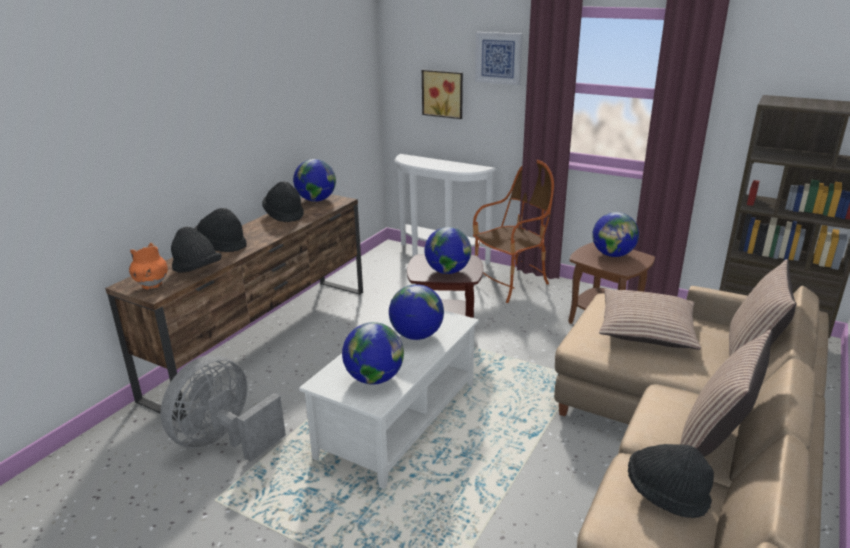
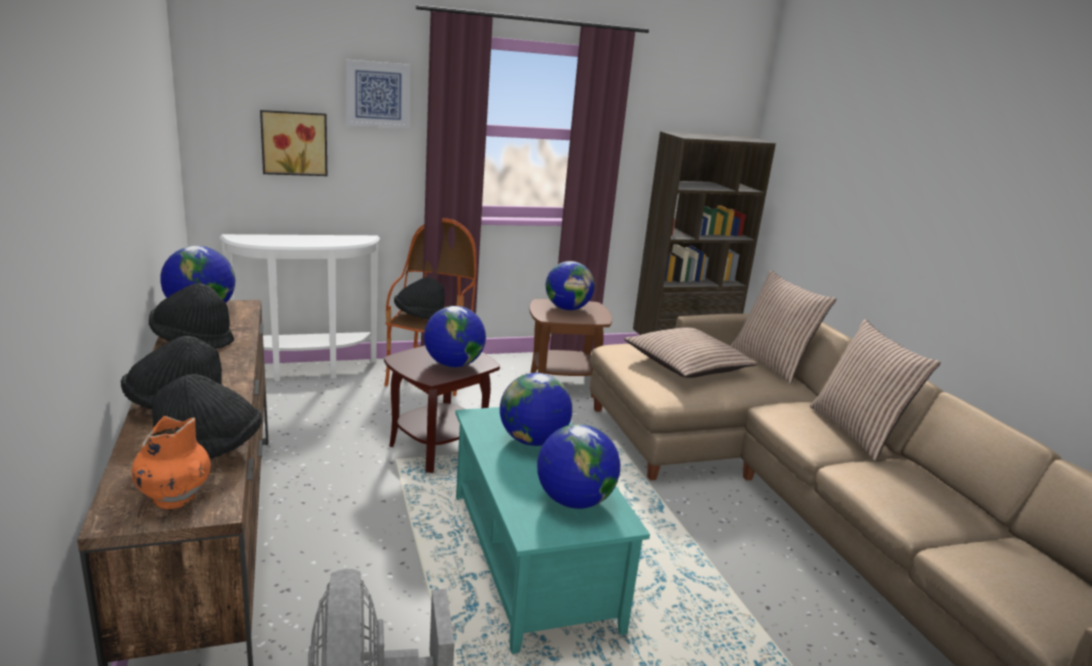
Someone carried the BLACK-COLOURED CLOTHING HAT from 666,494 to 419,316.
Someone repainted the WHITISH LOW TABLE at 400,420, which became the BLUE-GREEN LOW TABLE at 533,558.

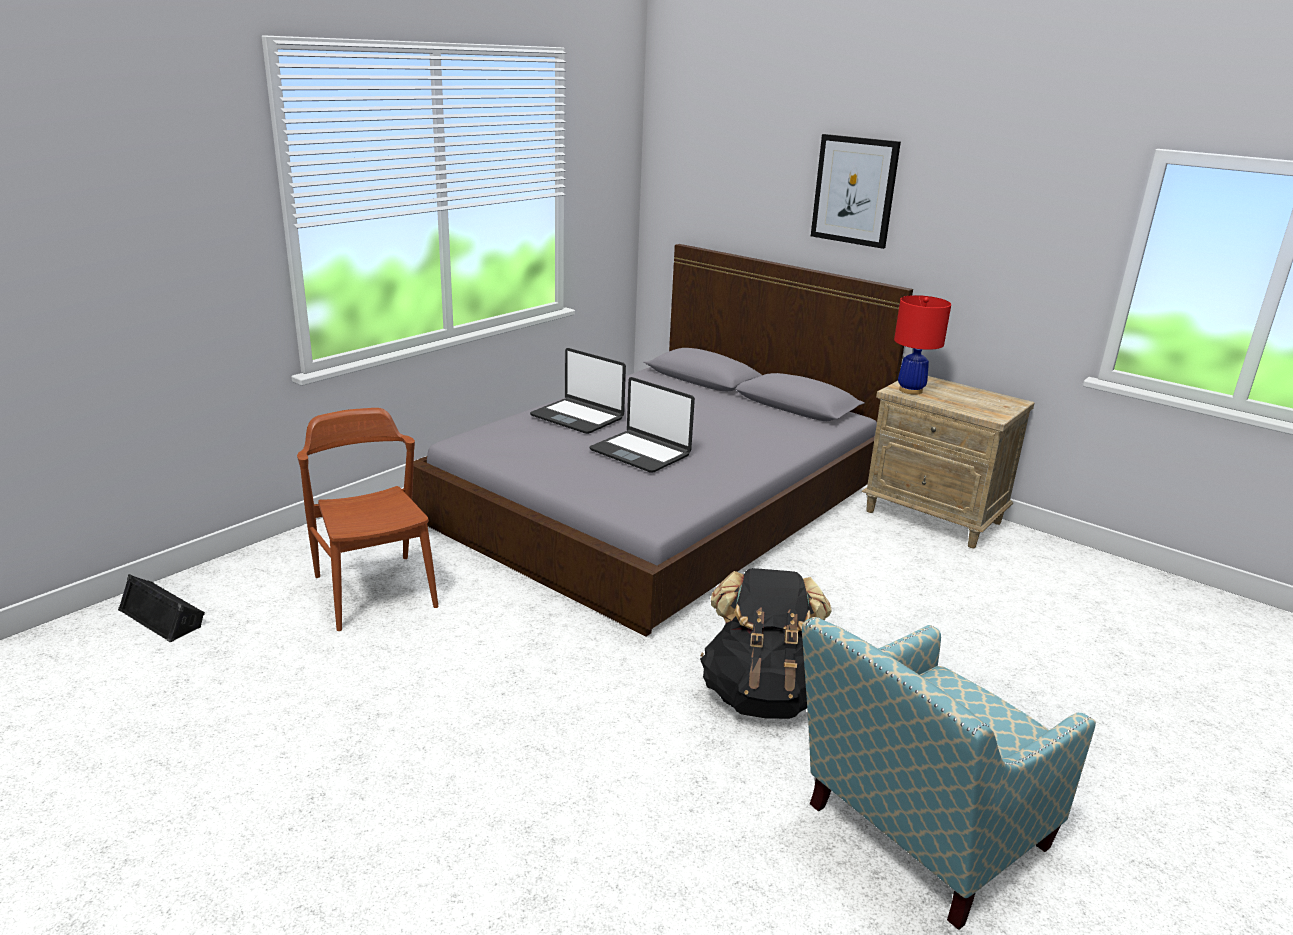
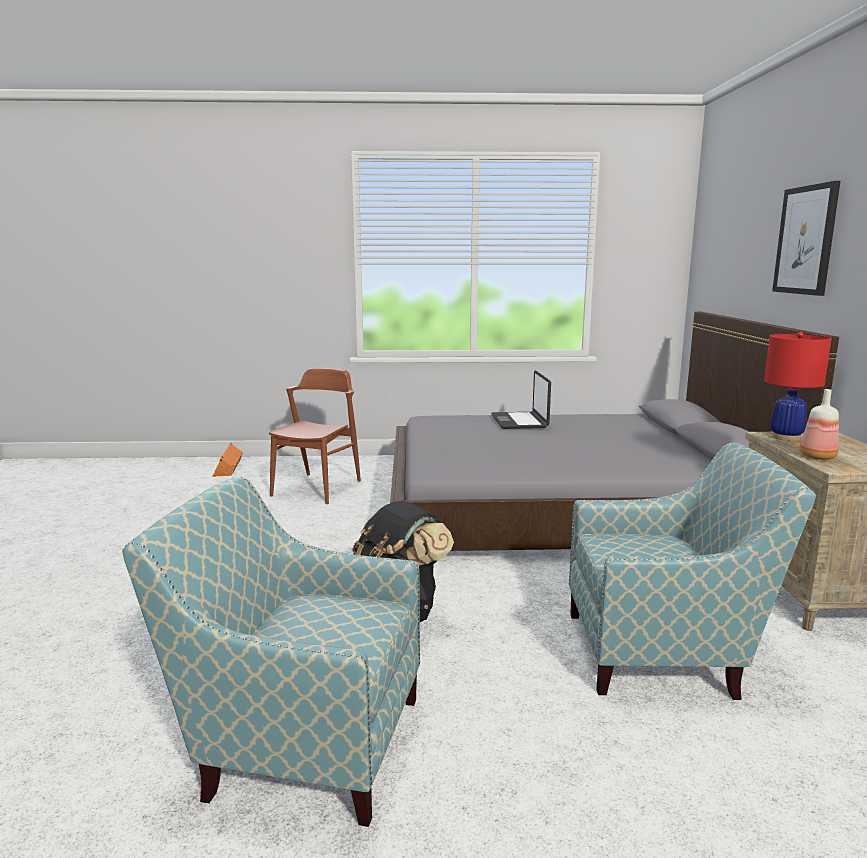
Someone took away the NOTEBOOK COMPUTER at 641,452.
Someone put down the ARMCHAIR at 665,652.
Someone put down the DRINK BOTTLE at 816,457.
Someone repainted the BLACK-COLOURED SPEAKER at 163,616, which became the ORANGEY SPEAKER at 229,468.

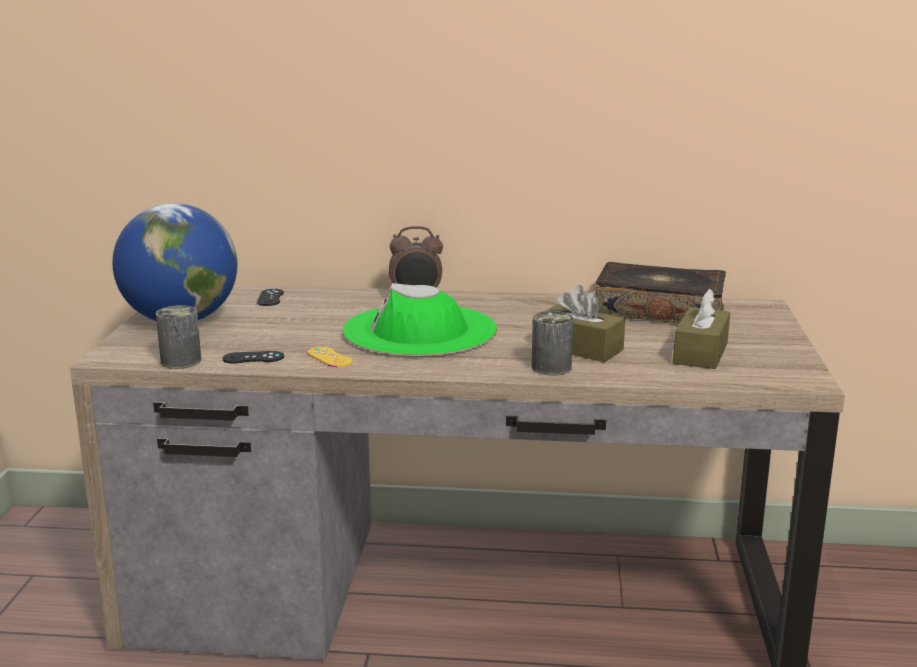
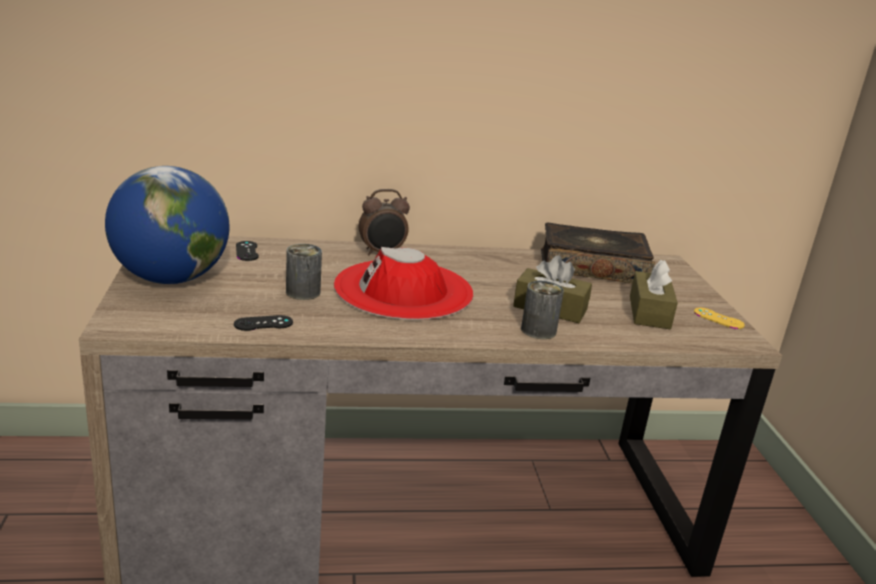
Someone carried the CAN from 181,361 to 303,292.
Someone carried the YELLOWISH GAME CONTROLLER from 330,357 to 718,318.
Someone repainted the GREENISH CLOTHING HAT at 420,331, which became the RED CLOTHING HAT at 404,290.

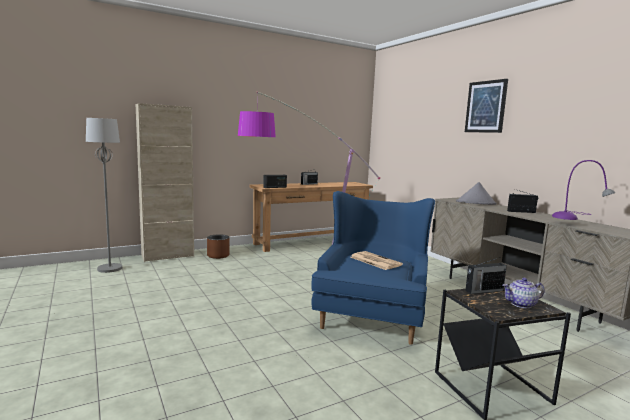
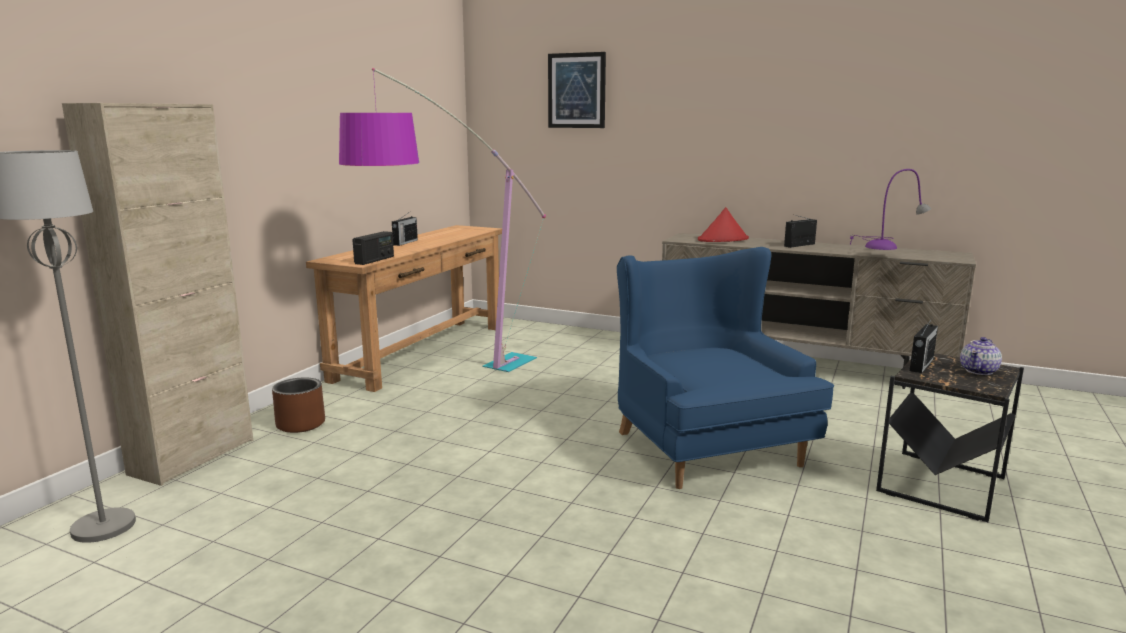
Someone took away the DAILY PAPER at 374,261.
Someone carried the WALL PICTURE from 486,107 to 577,90.
Someone repainted the GREYISH CLOTHING HAT at 476,203, which became the RED CLOTHING HAT at 723,240.

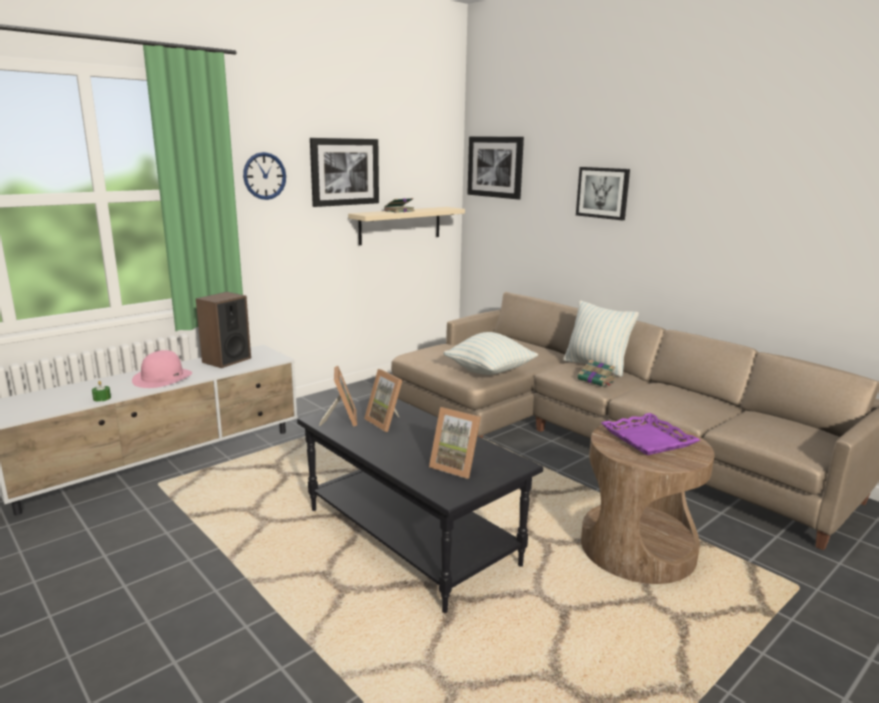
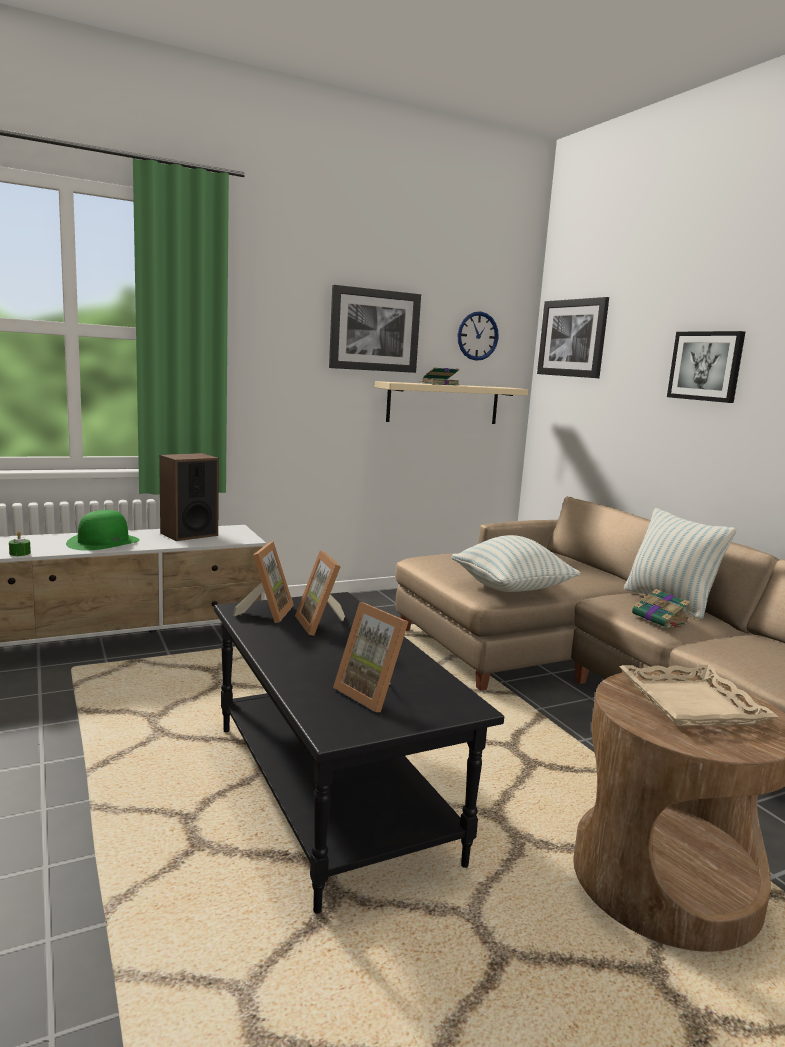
Someone carried the CLOCK ON THE WALL from 264,176 to 477,336.
Someone repainted the PINKISH CLOTHING HAT at 162,377, which became the GREENISH CLOTHING HAT at 103,542.
Someone repainted the PURPLE-COLOURED CARRYING TRAY at 648,439, which became the BEIGE CARRYING TRAY at 692,704.

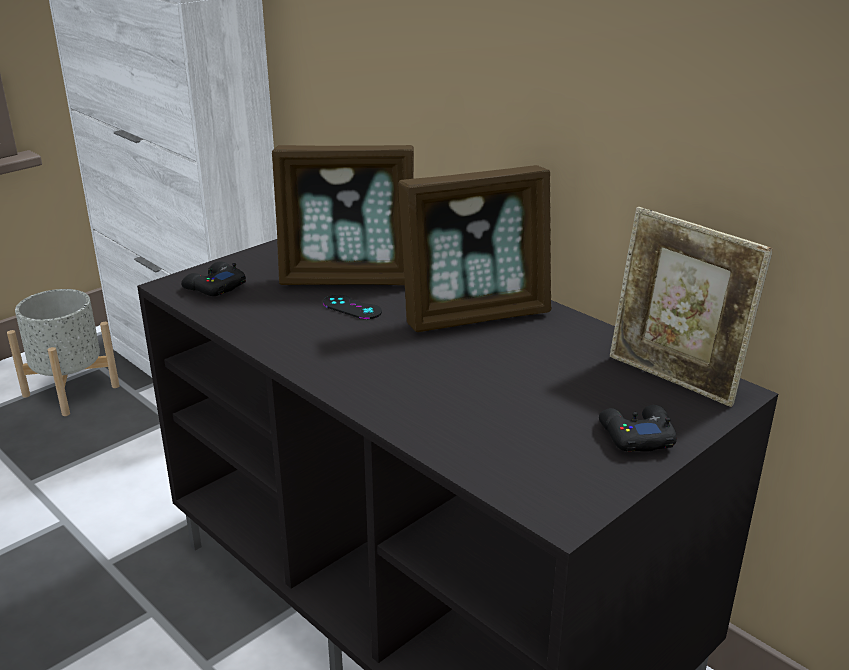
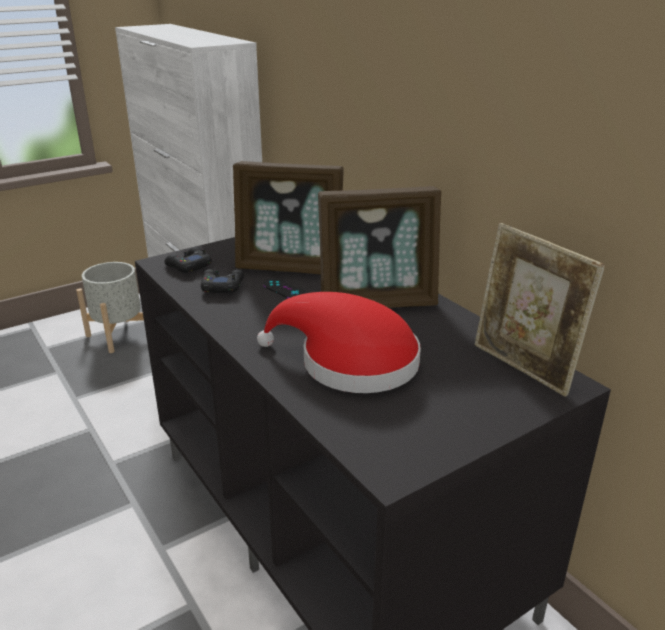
Someone put down the RED CLOTHING HAT at 349,362.
Someone carried the BLACK-COLOURED GAME CONTROLLER from 635,435 to 222,286.

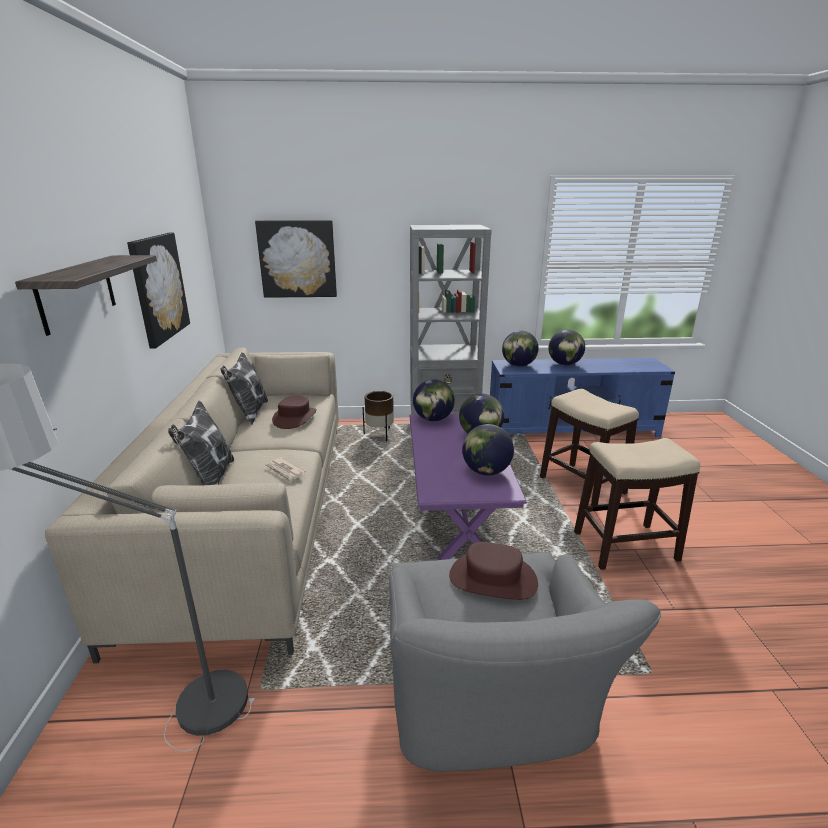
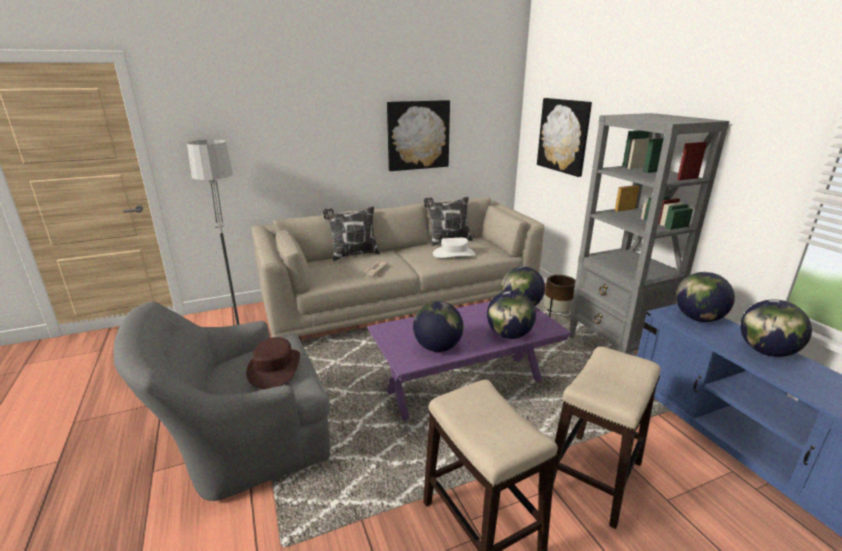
Someone took away the WALL SHELF at 77,293.
Someone repainted the BROWN CLOTHING HAT at 294,418, which became the WHITISH CLOTHING HAT at 454,254.

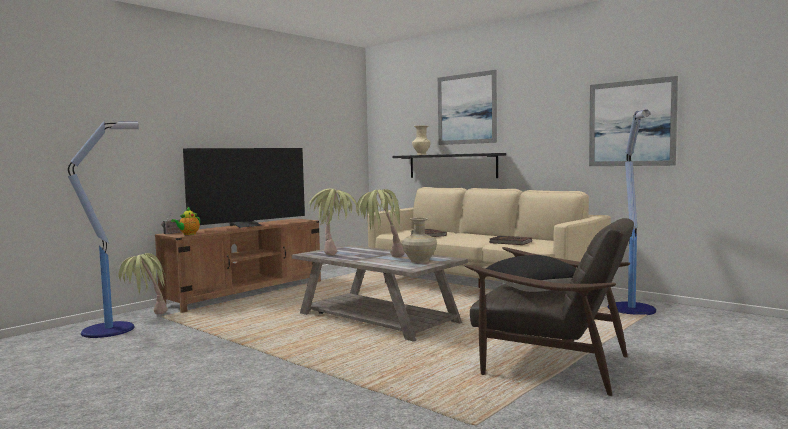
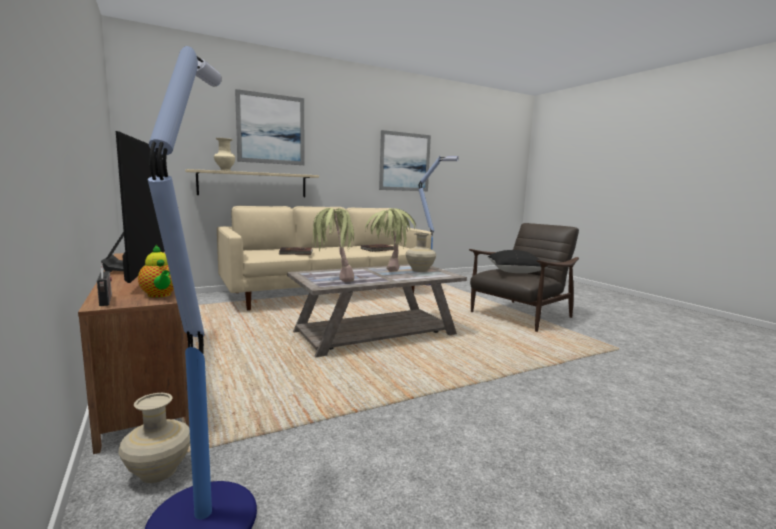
Someone swapped the PLANT IN A POT at 145,317 for the BEIGE FLOWER VASE at 158,471.
Someone repainted the BLACK-COLOURED WALL SHELF at 452,166, which became the BEIGE WALL SHELF at 253,184.

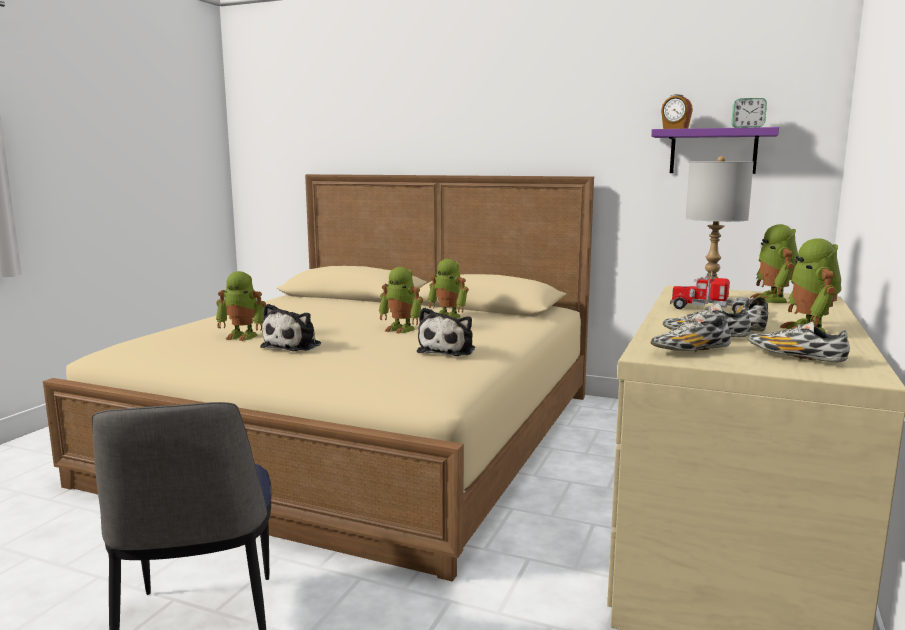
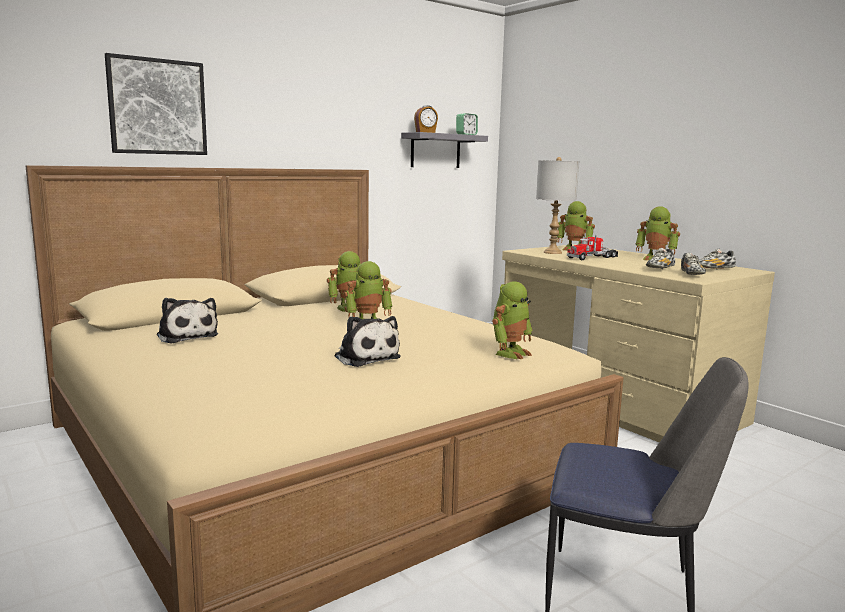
Someone took away the LOW SHOE at 751,326.
Someone put up the WALL PICTURE at 157,107.
Someone carried the MODEL ROBOT from 243,336 to 510,353.
Someone carried the CUDDLY TOY from 448,350 to 186,336.
Someone repainted the PURPLE-COLOURED WALL SHELF at 713,151, which became the GREYISH WALL SHELF at 435,151.

